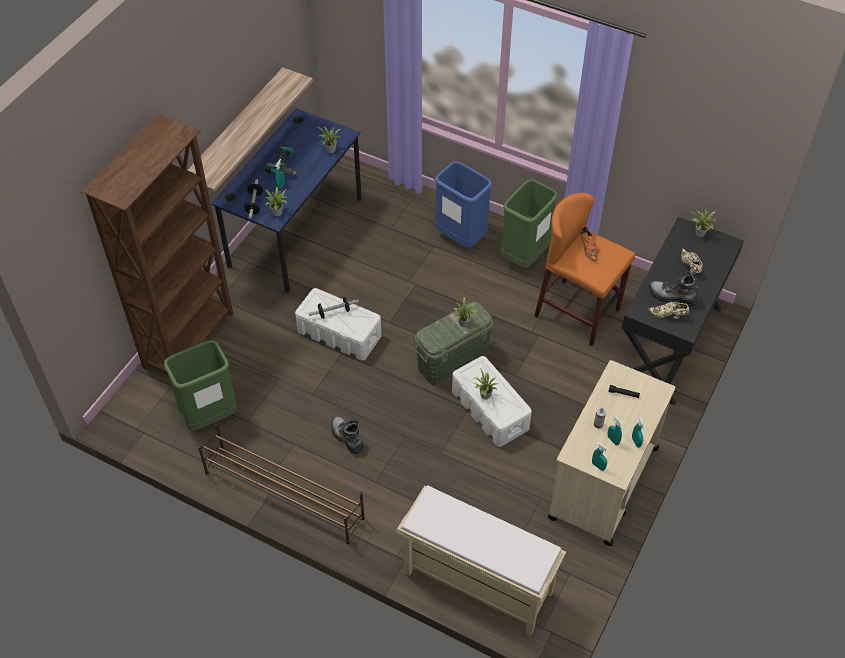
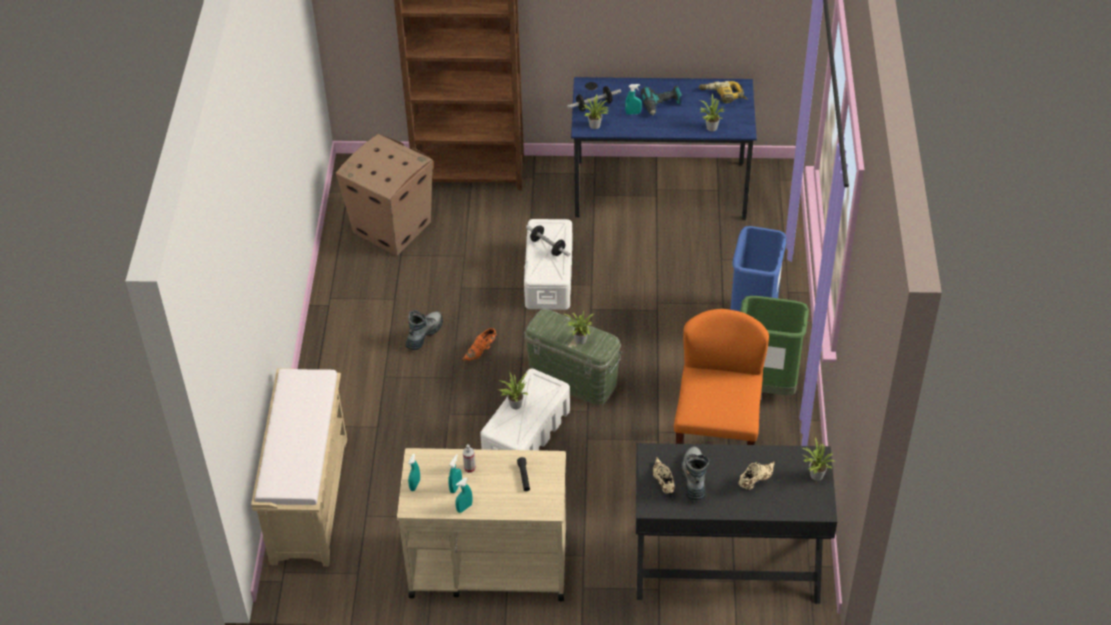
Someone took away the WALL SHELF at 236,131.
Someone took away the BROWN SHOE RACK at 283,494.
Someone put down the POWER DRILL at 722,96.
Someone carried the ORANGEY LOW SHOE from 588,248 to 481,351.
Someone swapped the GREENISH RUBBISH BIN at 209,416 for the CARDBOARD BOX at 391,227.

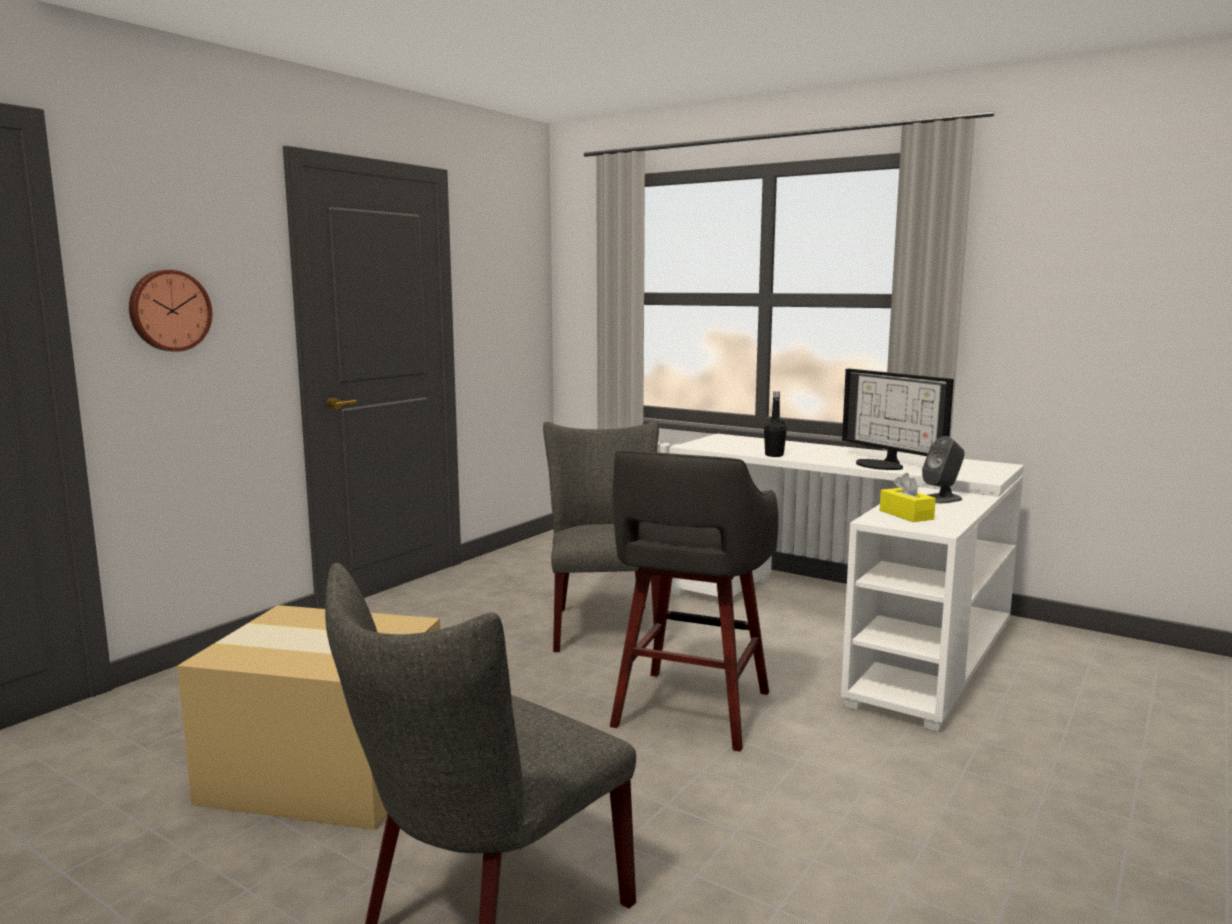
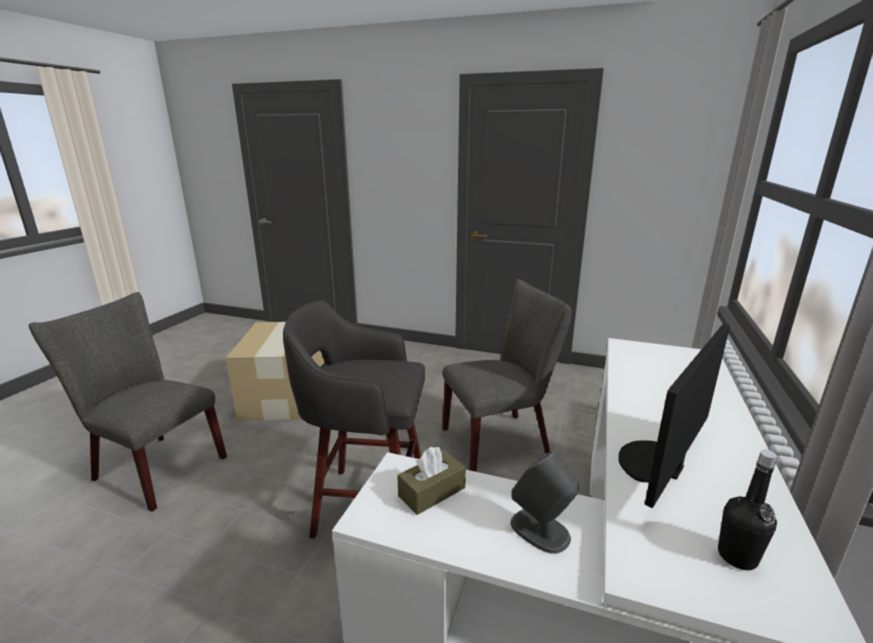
Someone took away the CLOCK ON THE WALL at 169,310.
Someone carried the BLACK-COLOURED DRINK BOTTLE from 774,455 to 737,556.
Someone repainted the YELLOWISH TISSUE BOX at 906,515, which became the BROWN TISSUE BOX at 432,492.

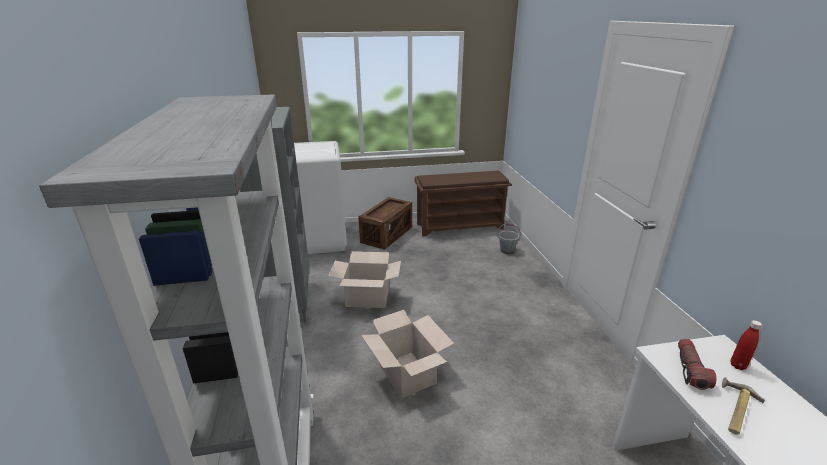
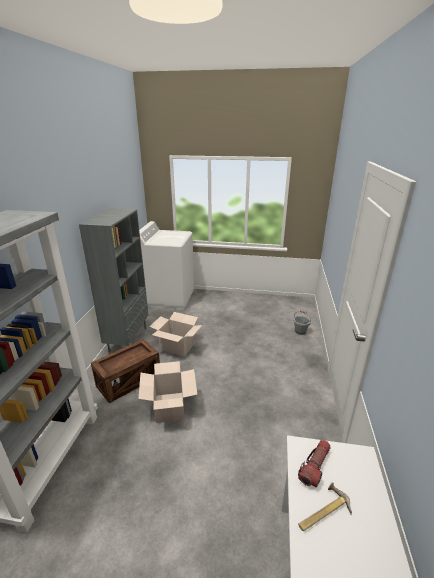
Someone took away the BROWN SHOE RACK at 460,226.
Someone took away the RED DRINK BOTTLE at 737,365.
Someone carried the CRATE from 386,235 to 129,381.

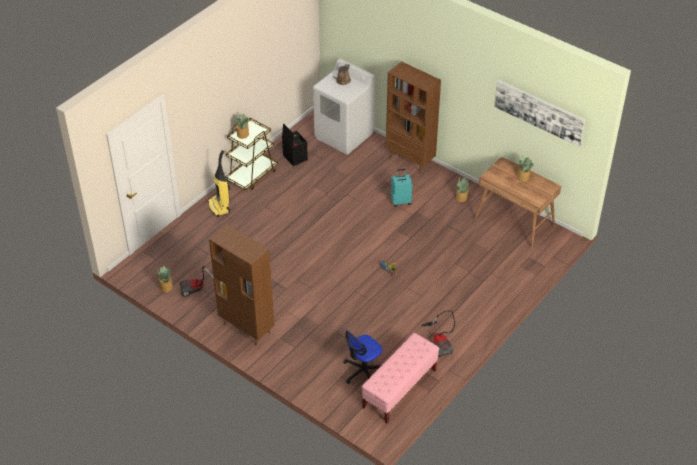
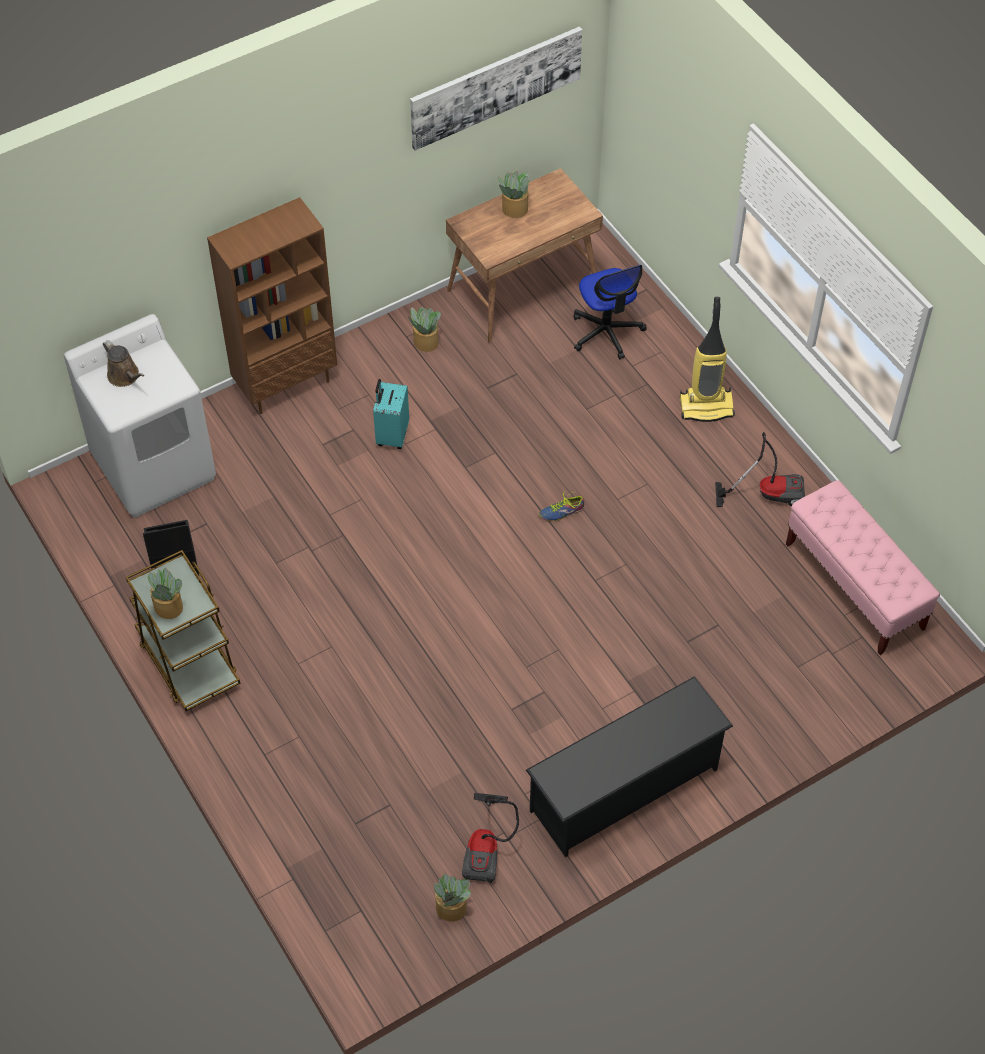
Someone carried the HOOVER from 219,207 to 706,406.
Someone carried the COMPUTER CHAIR from 363,371 to 606,332.
Someone swapped the BROWN BOOKSHELF at 246,329 for the BLACK-COLOURED SHOE RACK at 625,789.

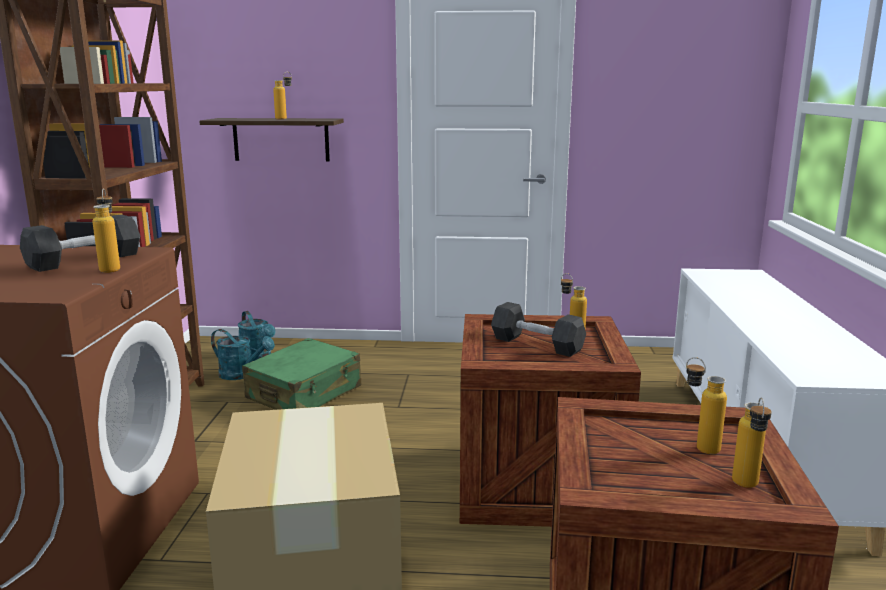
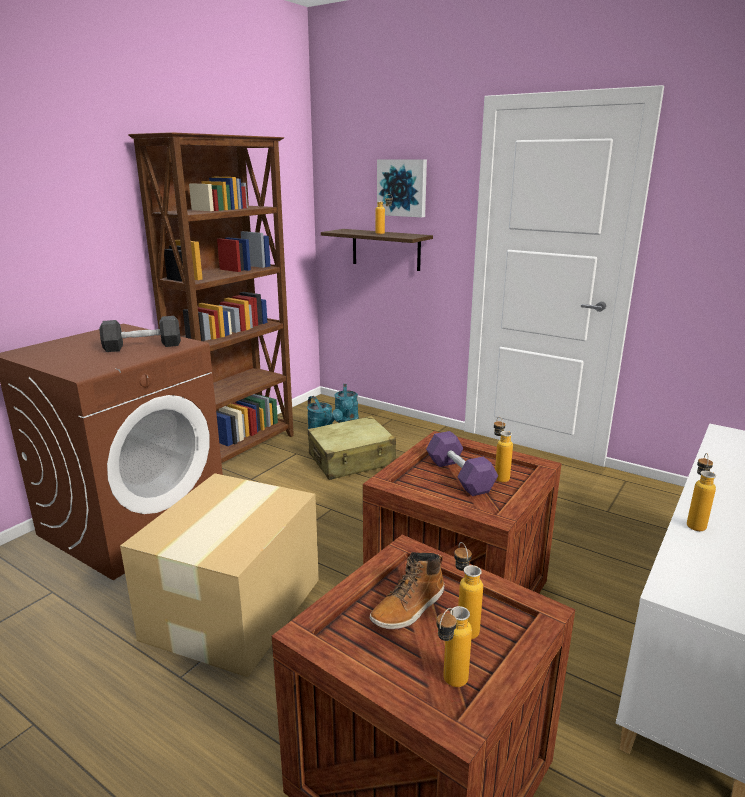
Someone put down the BOOT at 409,608.
Someone put up the WALL PICTURE at 402,188.
Someone carried the DRINK BOTTLE from 111,268 to 694,523.
Someone repainted the GREENISH TRAVEL CASE at 304,393, which became the BEIGE TRAVEL CASE at 352,460.
Someone repainted the BLACK-COLOURED HAND WEIGHT at 537,344, which became the PURPLE-COLOURED HAND WEIGHT at 459,476.

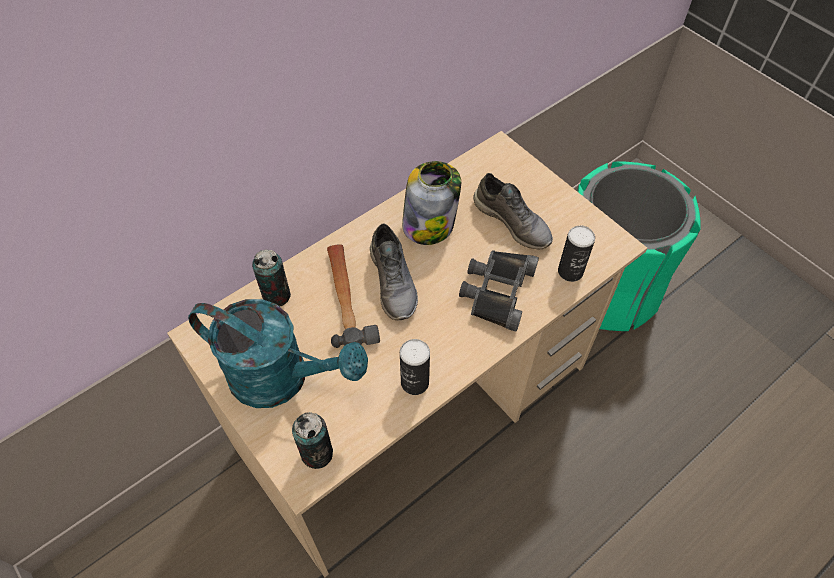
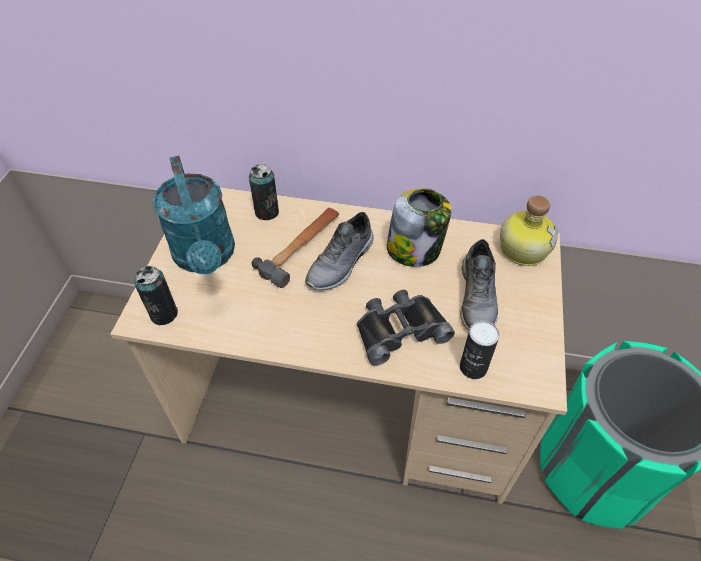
Someone took away the CAN at 415,382.
Someone put down the DRINK BOTTLE at 522,248.

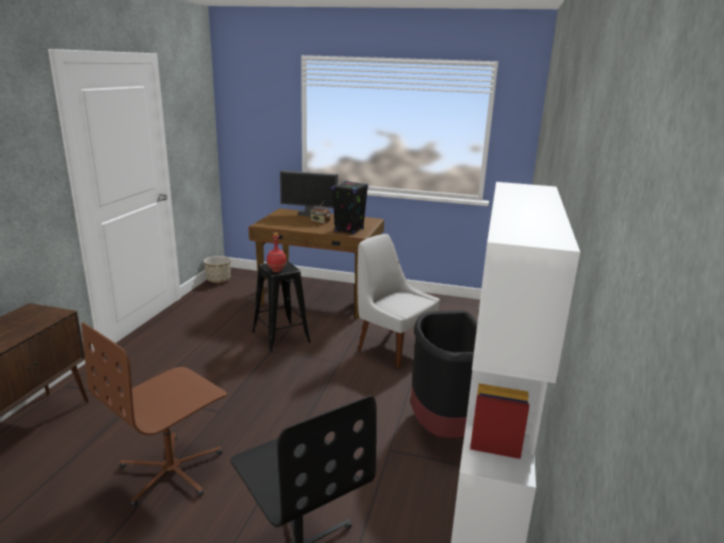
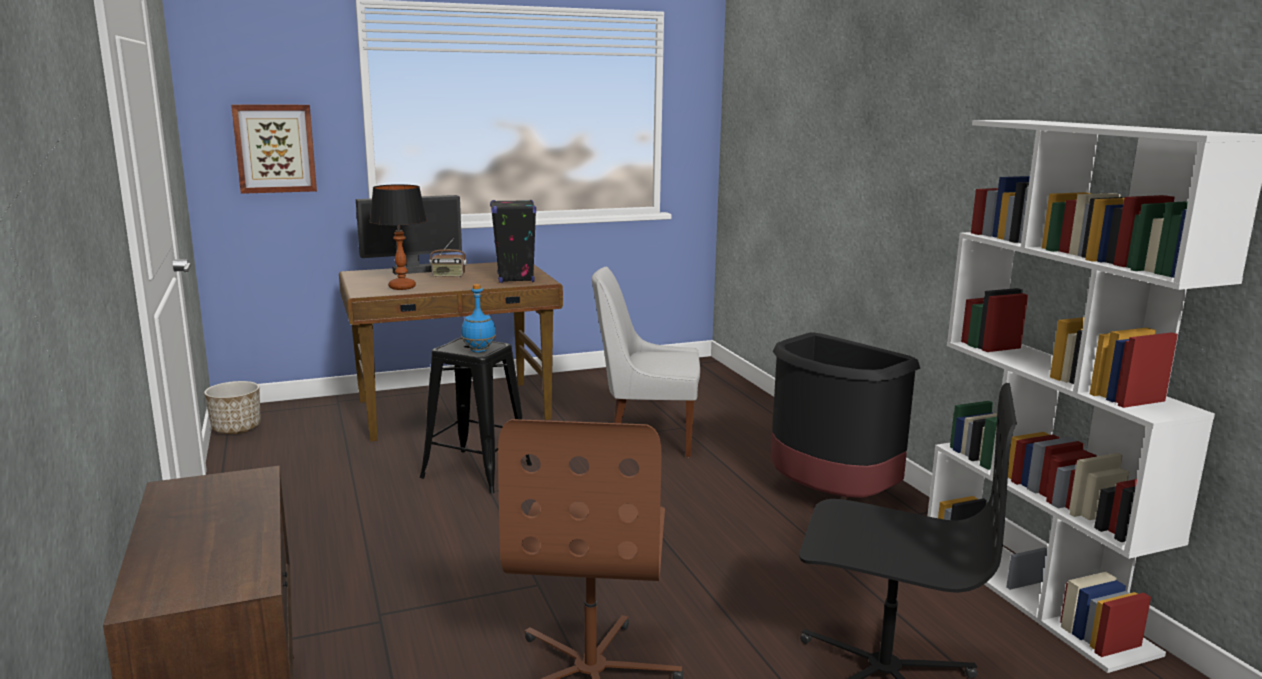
Someone put up the WALL PICTURE at 275,148.
Someone put down the TABLETOP LAMP at 402,287.
Someone repainted the RED DRINK BOTTLE at 277,270, which became the BLUE DRINK BOTTLE at 479,350.

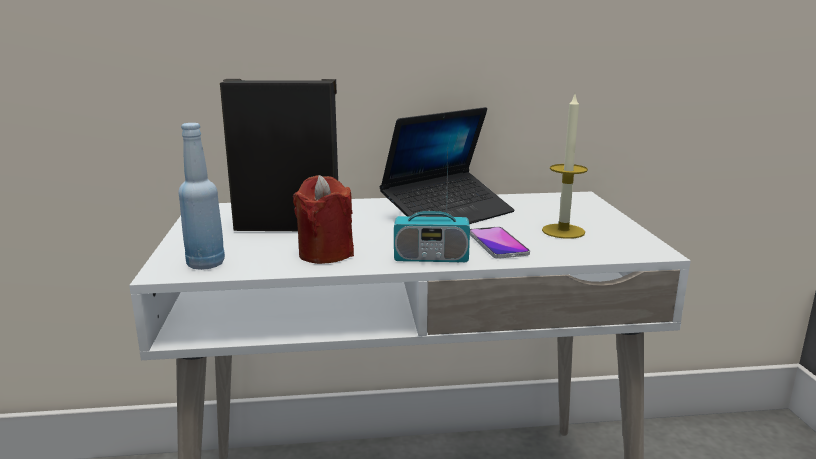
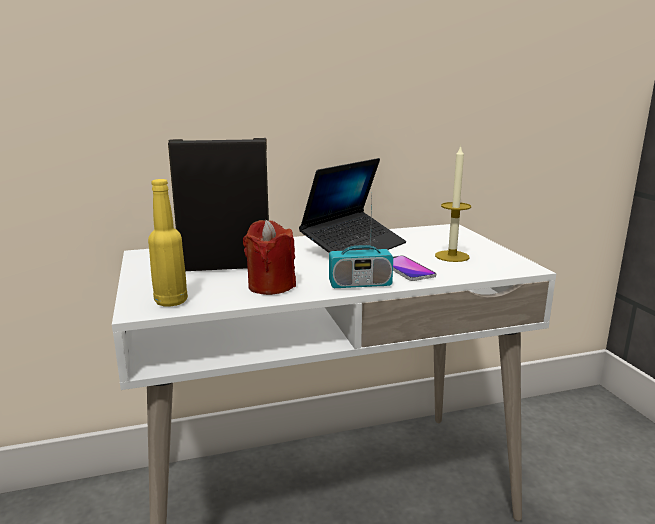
Someone repainted the BLUE DRINK BOTTLE at 206,264, which became the YELLOWISH DRINK BOTTLE at 171,301.

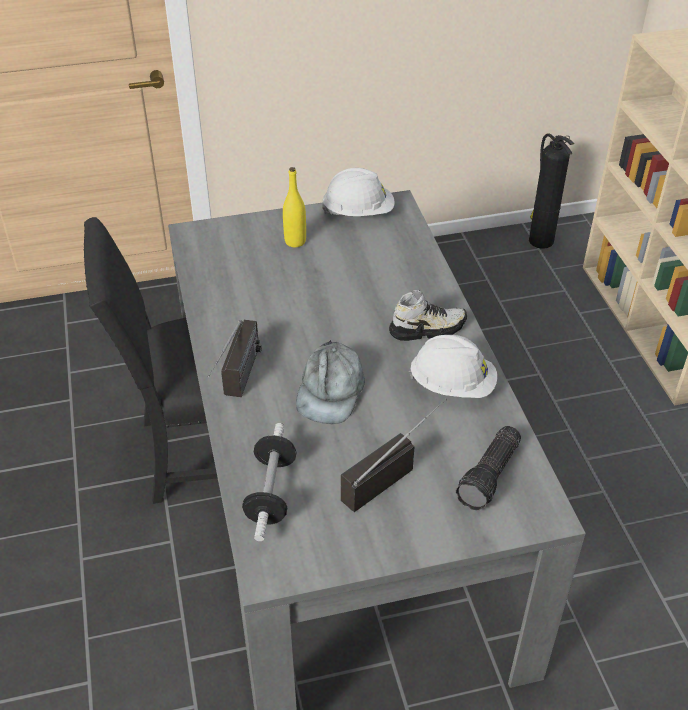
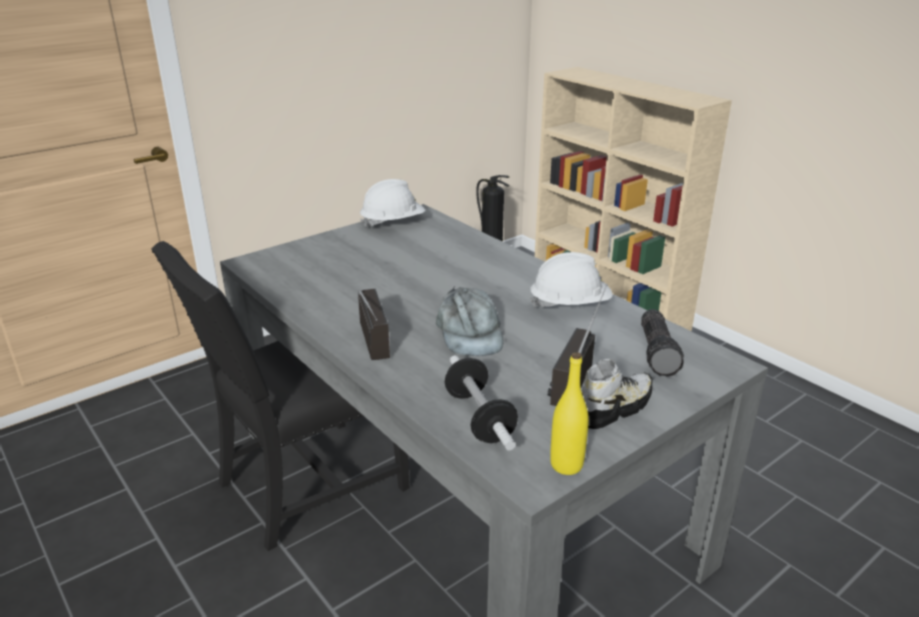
Someone carried the YELLOWISH DRINK BOTTLE from 295,241 to 566,465.
Someone carried the LOW SHOE from 427,329 to 613,408.

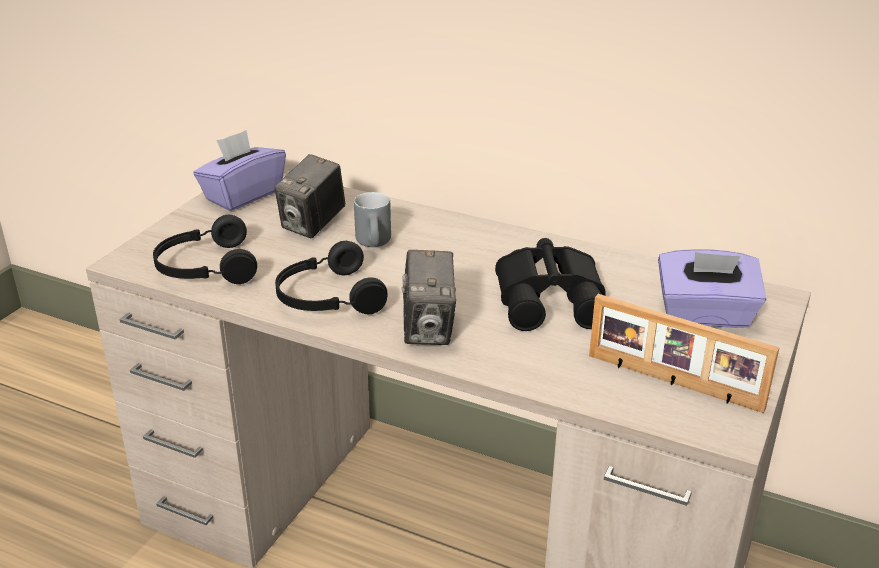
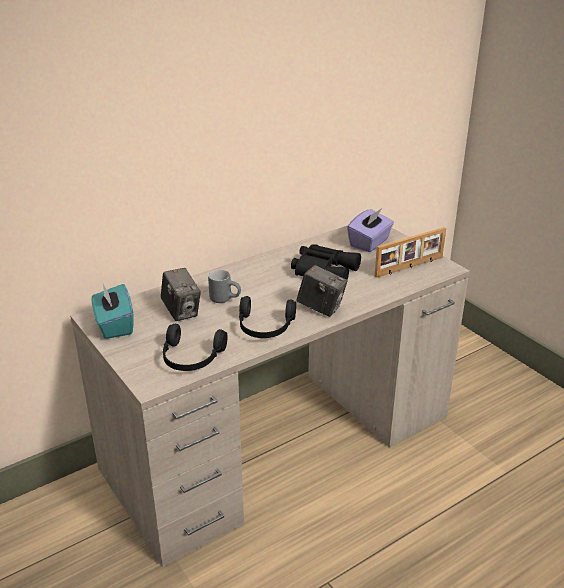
Someone repainted the PURPLE-COLOURED TISSUE BOX at 243,195, which became the BLUE-GREEN TISSUE BOX at 114,325.

